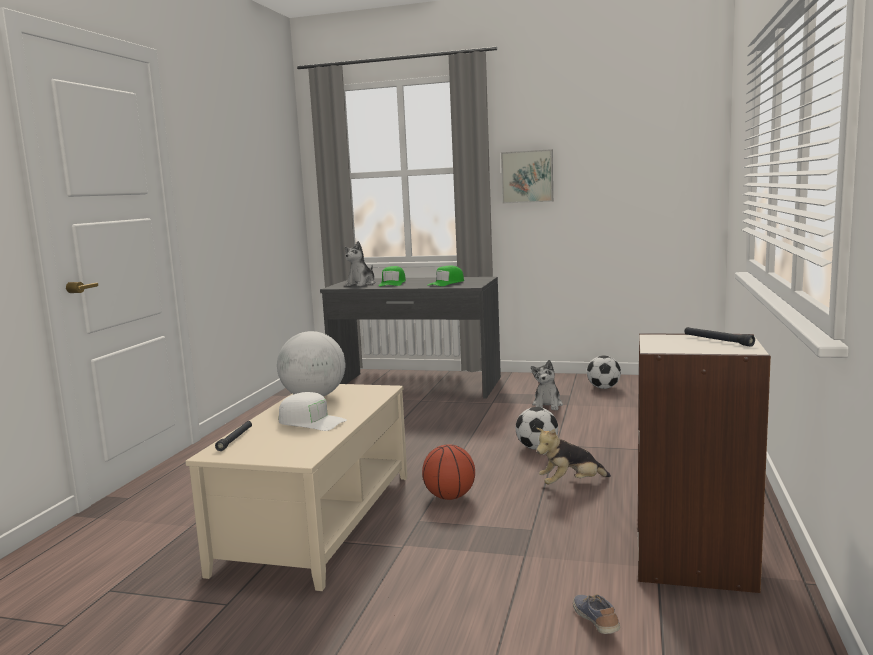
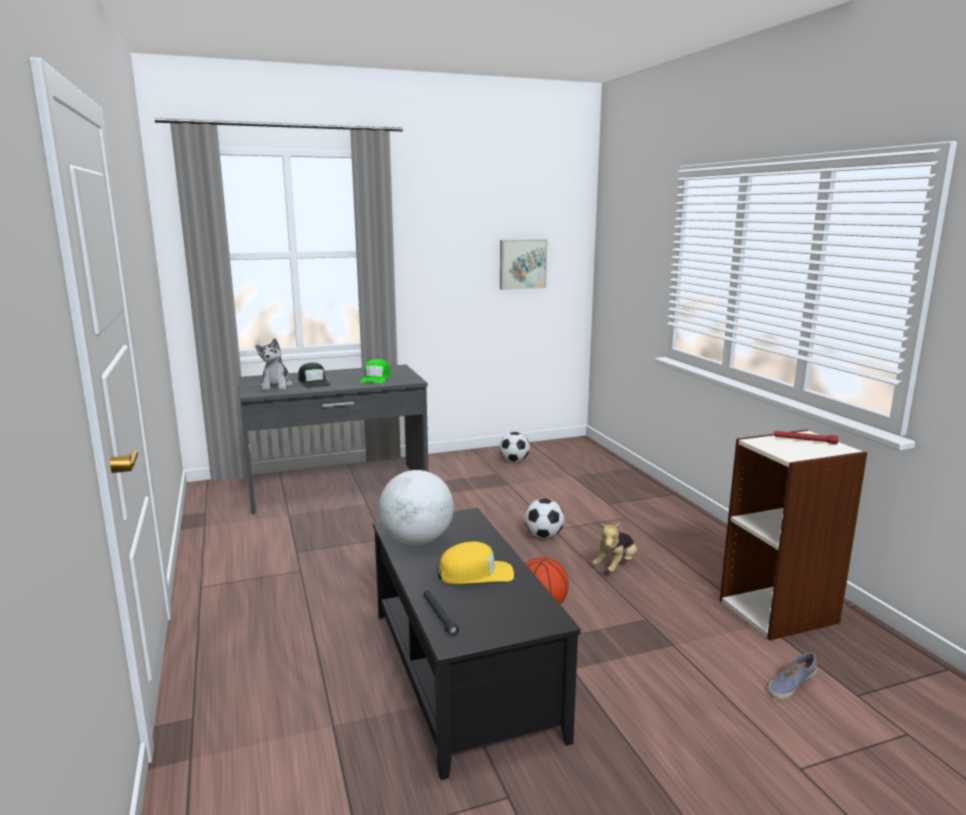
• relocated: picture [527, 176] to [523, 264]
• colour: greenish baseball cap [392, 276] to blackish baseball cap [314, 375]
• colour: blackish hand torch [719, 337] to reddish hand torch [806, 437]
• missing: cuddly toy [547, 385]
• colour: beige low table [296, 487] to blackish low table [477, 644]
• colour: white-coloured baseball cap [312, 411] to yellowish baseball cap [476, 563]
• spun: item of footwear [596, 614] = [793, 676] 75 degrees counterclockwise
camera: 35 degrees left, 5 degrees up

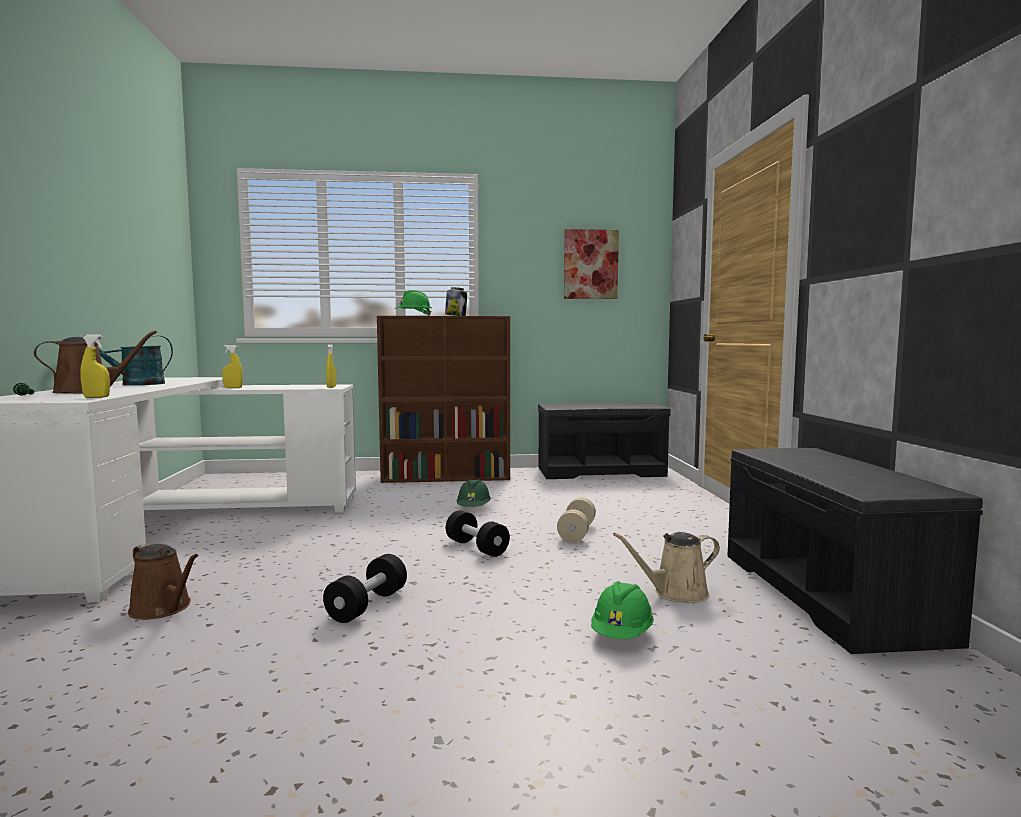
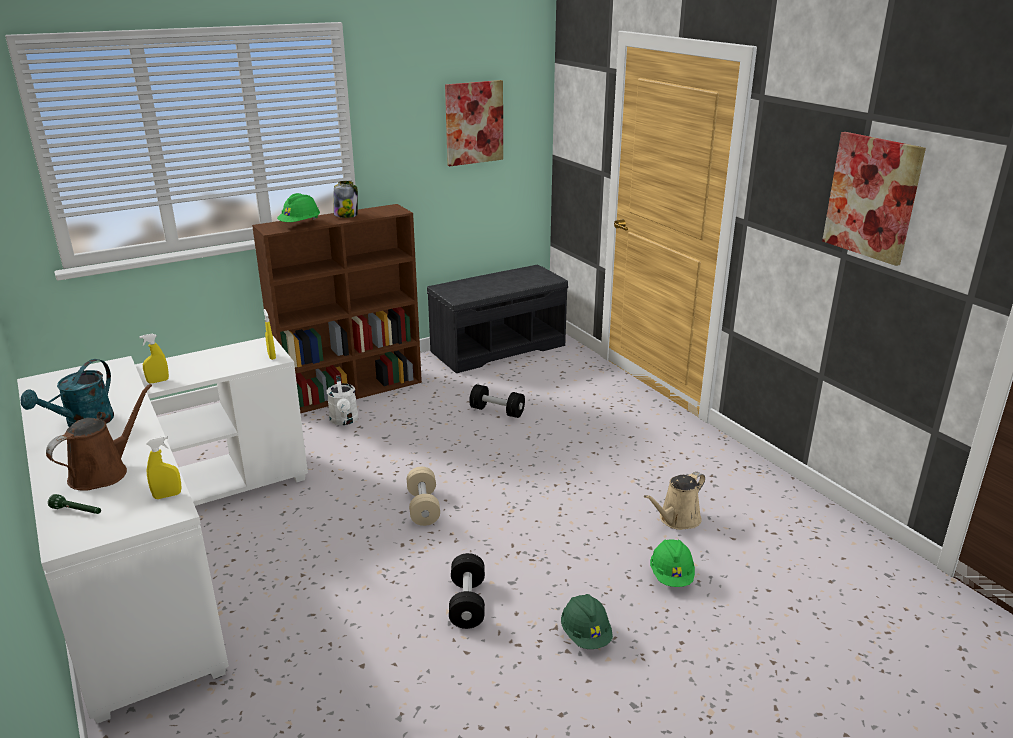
• missing: grey long seat [855, 551]
• relocated: greenish work helmet [474, 493] to [587, 621]
• relocated: beige dumbbell [576, 520] to [423, 496]
• relocated: blackish dumbbell [478, 533] to [497, 401]
• missing: brownish sprinkling can [163, 581]
• appeared: picture [874, 199]
• appeared: white-coloured sprinkling can [342, 400]
camera: 25 degrees left, 20 degrees up

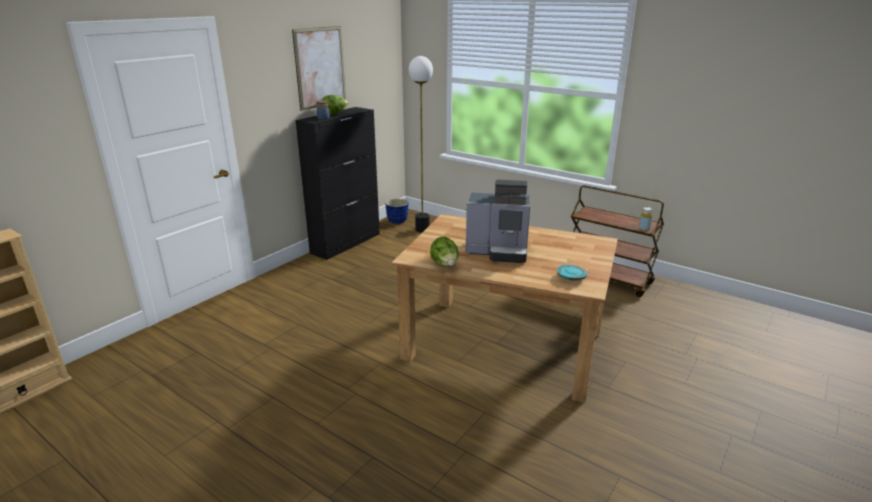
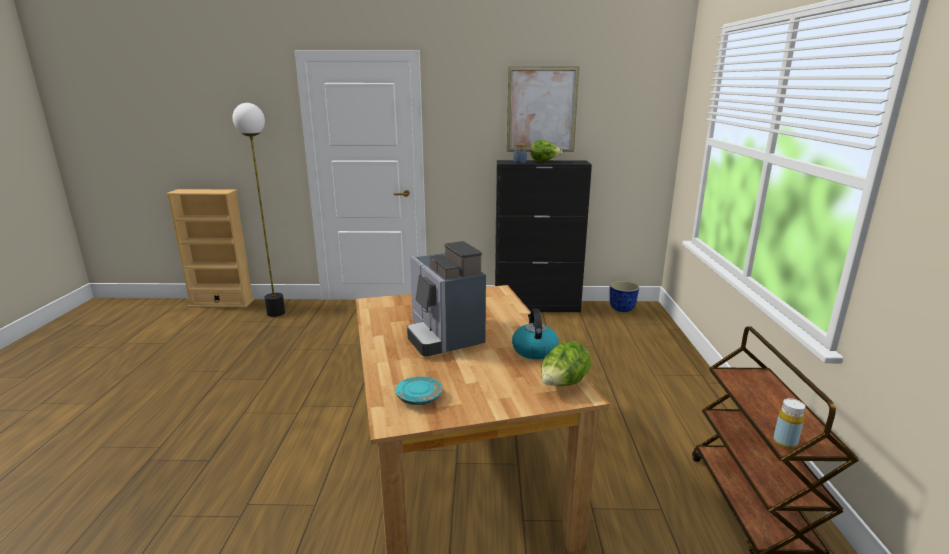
• relocated: floor lamp [421, 144] to [259, 210]
• relocated: lettuce [444, 251] to [566, 363]
• appeared: tea kettle [535, 334]
camera: 55 degrees right, 5 degrees down

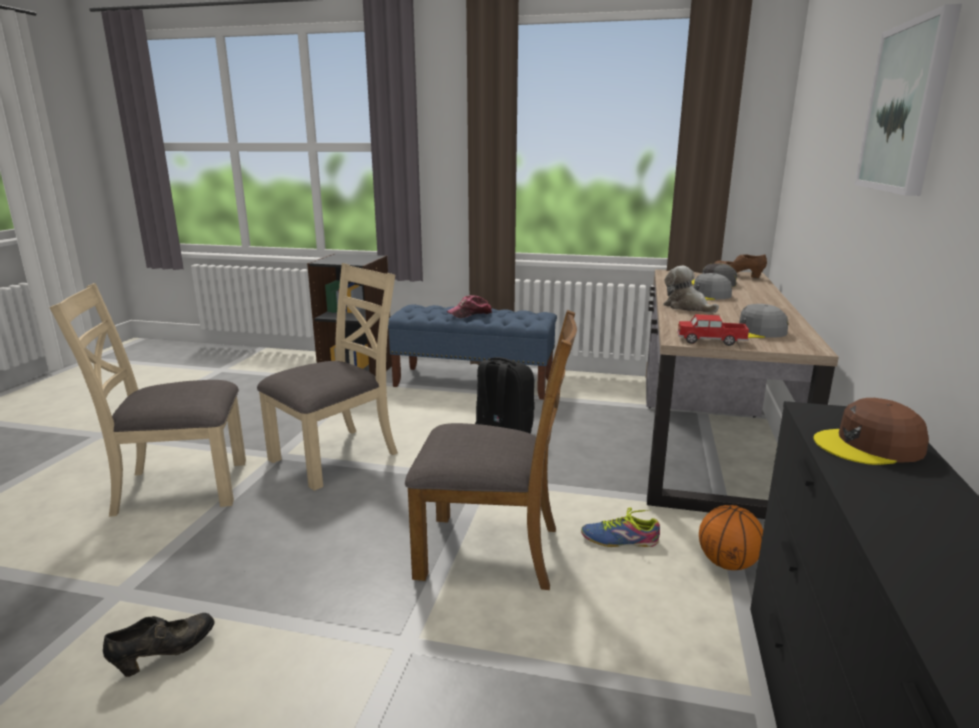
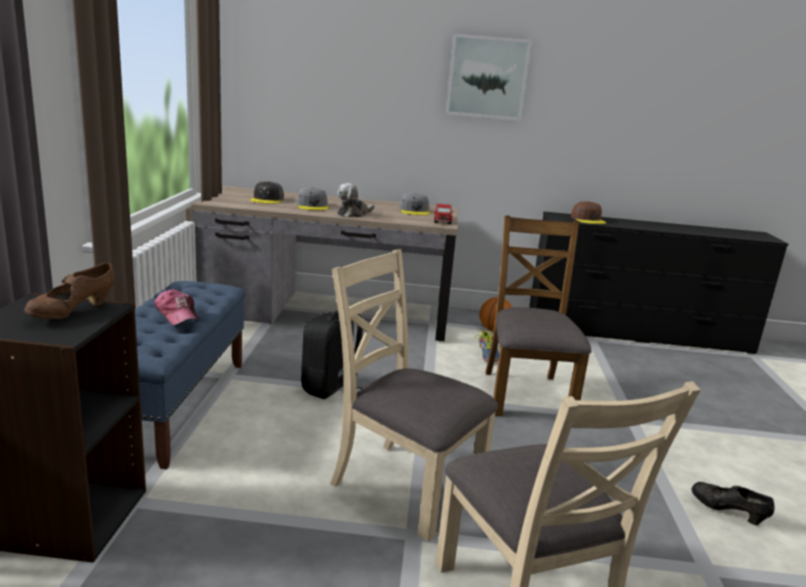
• relocated: brownish item of footwear [740, 266] to [69, 290]
camera: 100 degrees left, 0 degrees up

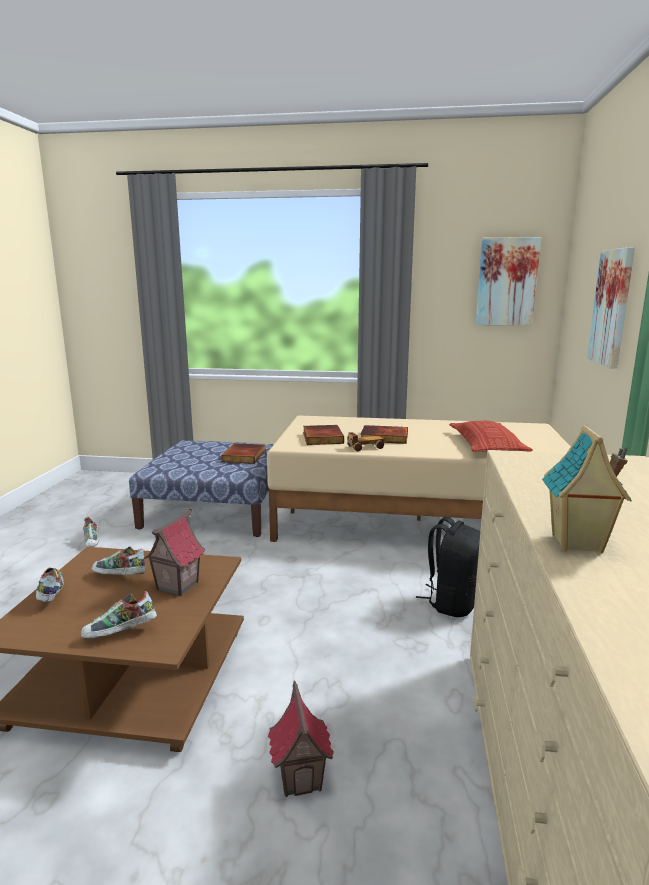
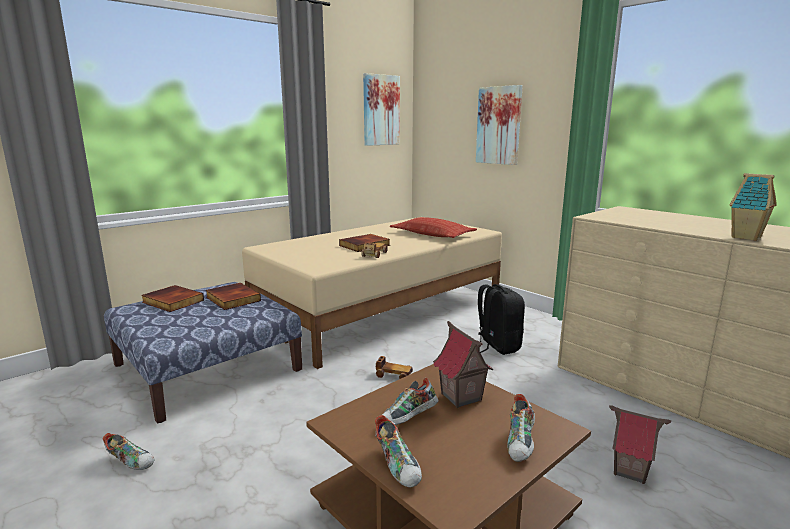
• relocated: bound book [323, 435] to [172, 298]
• spun: item of footwear [50, 584] = [398, 451] 135 degrees counterclockwise
• appeared: miniature car [394, 367]
camera: 50 degrees left, 0 degrees up

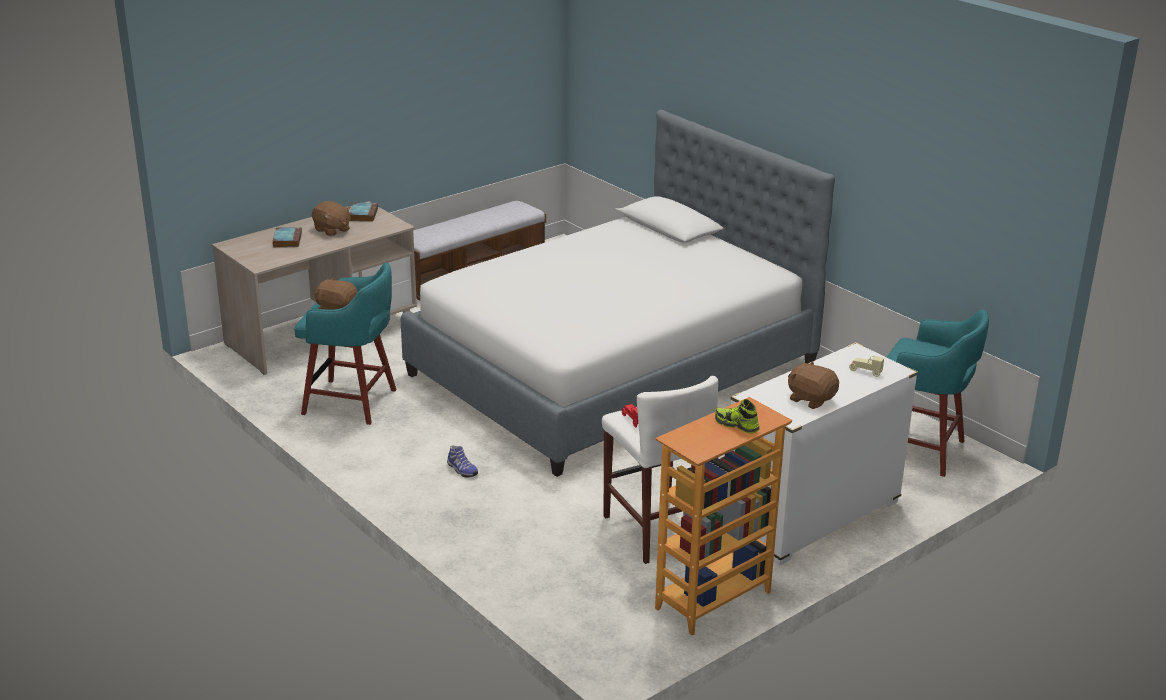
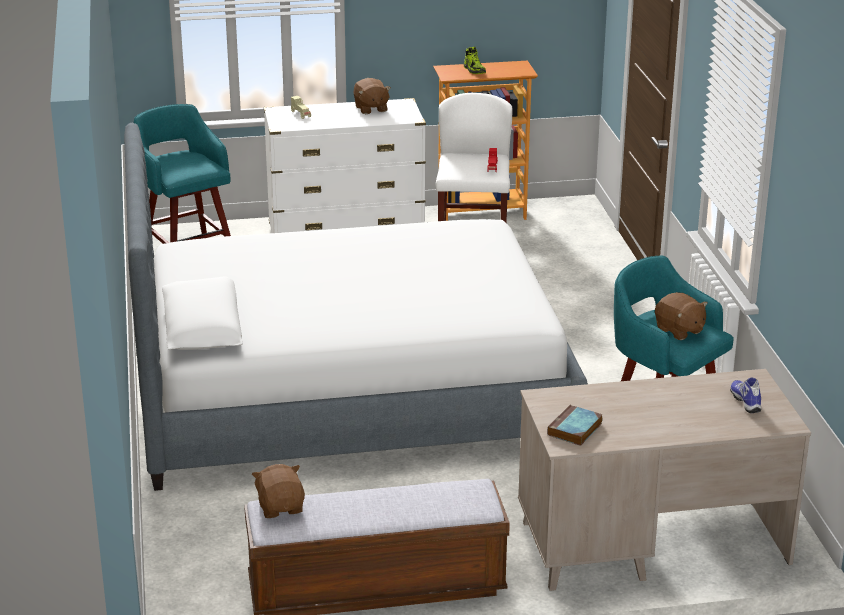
• relocated: brownish cuddly toy [331, 218] to [278, 491]
• missing: bound book [287, 237]
• relocated: item of footwear [462, 461] to [745, 395]
camera: 150 degrees left, 0 degrees up

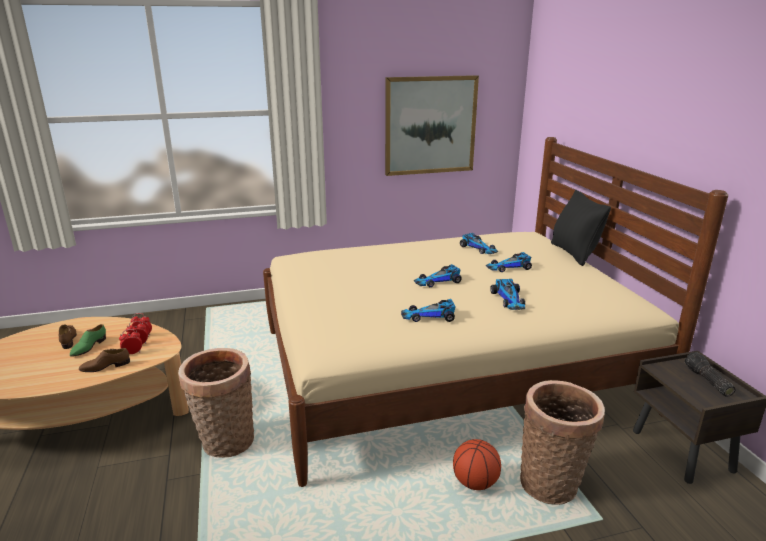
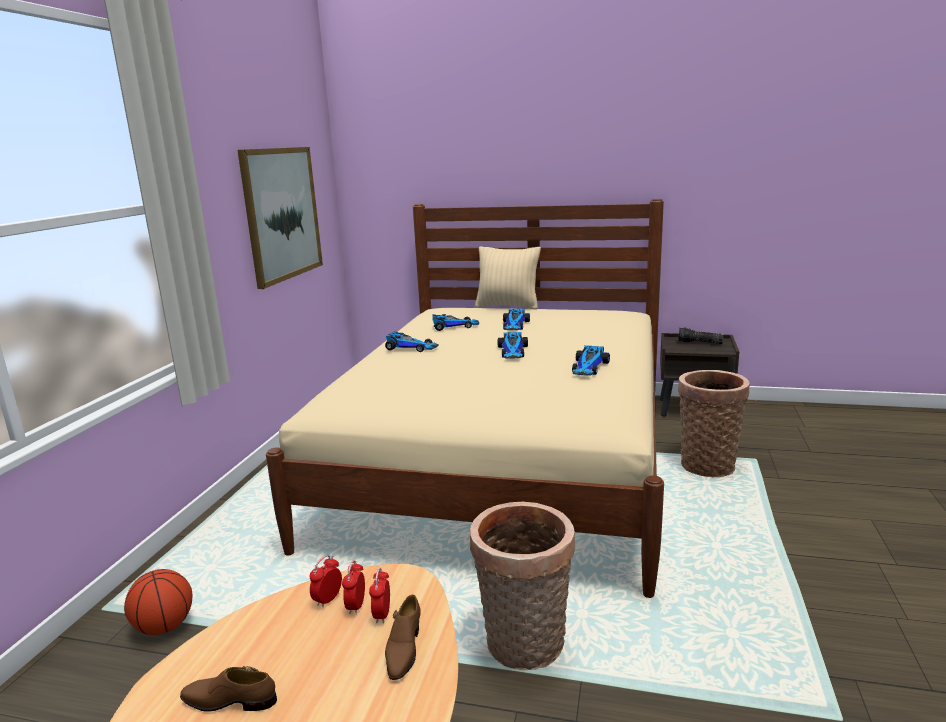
• colour: blackish throw pillow [581, 228] to beige throw pillow [508, 278]
• relocated: miniature car [507, 294] to [412, 341]
• missing: greenish item of footwear [88, 340]
• relocated: basketball [477, 464] to [158, 602]
camera: 60 degrees left, 5 degrees down

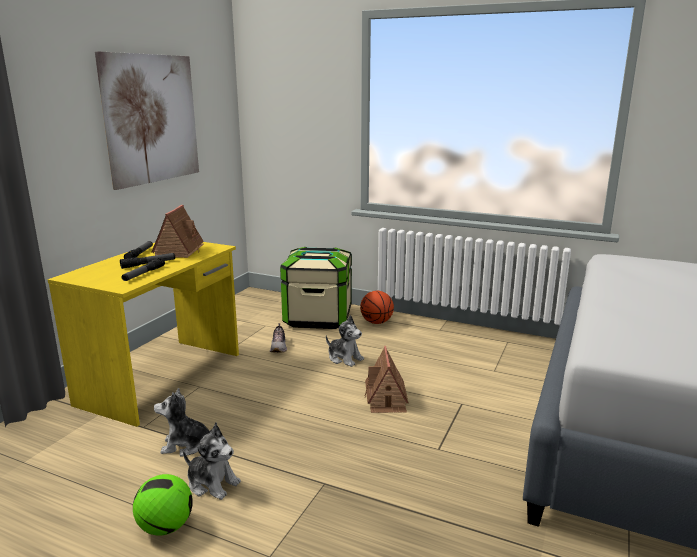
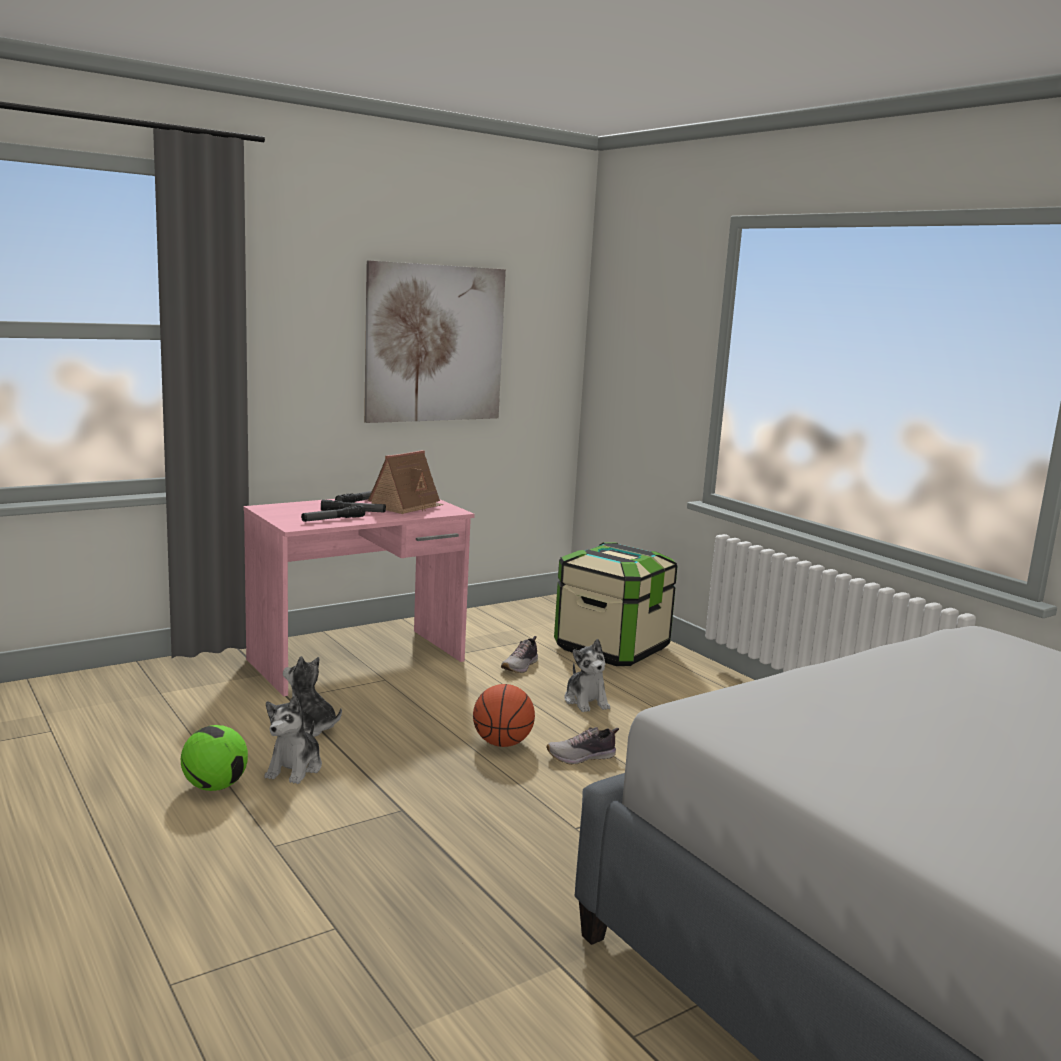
• colour: yellowish desk [143, 334] to pink-coloured desk [359, 597]
• relocated: basketball [377, 307] to [504, 715]
• exchanged: toy house [387, 379] to item of footwear [583, 746]
• spun: cuddly toy [212, 462] = [293, 740] 45 degrees clockwise
camera: 30 degrees right, 5 degrees down

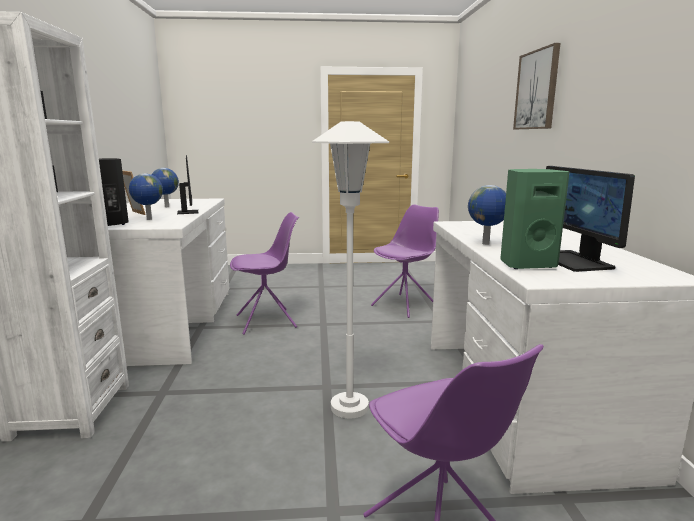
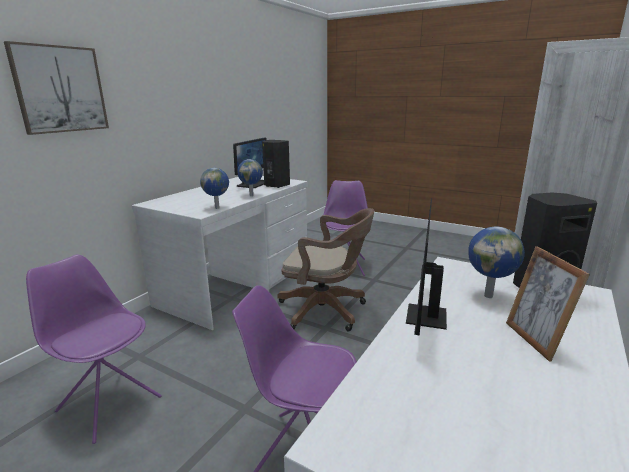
• exchanged: white-coloured floor lamp [350, 270] to brownish office chair [325, 269]
• relocated: globe [165, 187] to [214, 188]
• colour: greenish loudspeaker [535, 219] to blackish loudspeaker [276, 164]
• spun: purple chair [405, 261] = [94, 349] 45 degrees clockwise
camera: 145 degrees left, 5 degrees up

